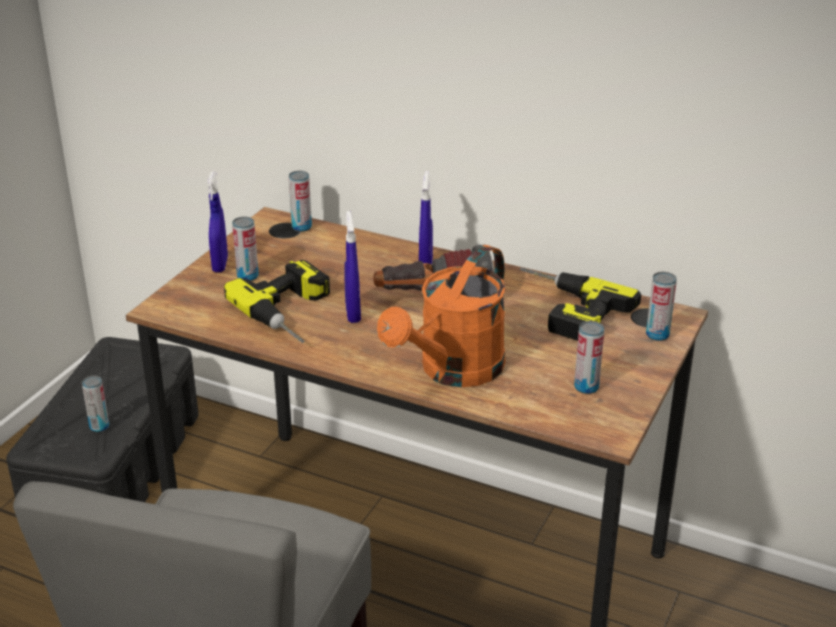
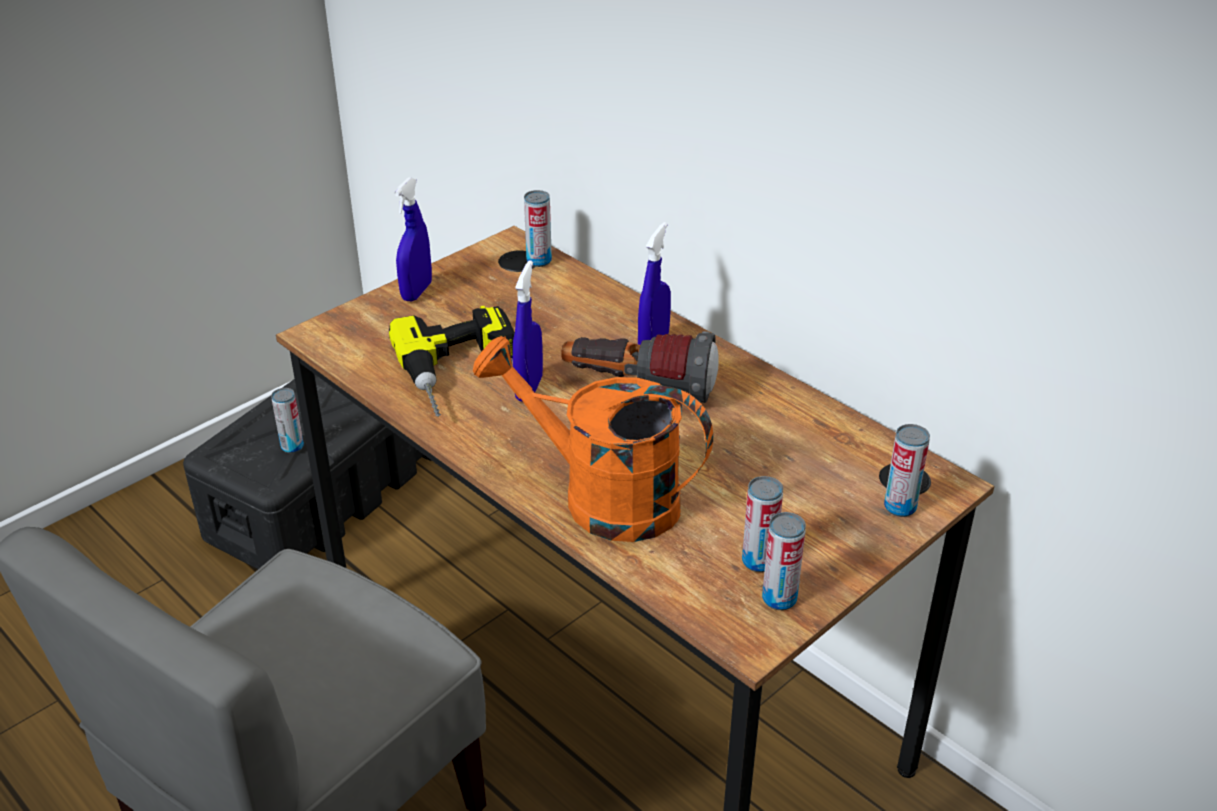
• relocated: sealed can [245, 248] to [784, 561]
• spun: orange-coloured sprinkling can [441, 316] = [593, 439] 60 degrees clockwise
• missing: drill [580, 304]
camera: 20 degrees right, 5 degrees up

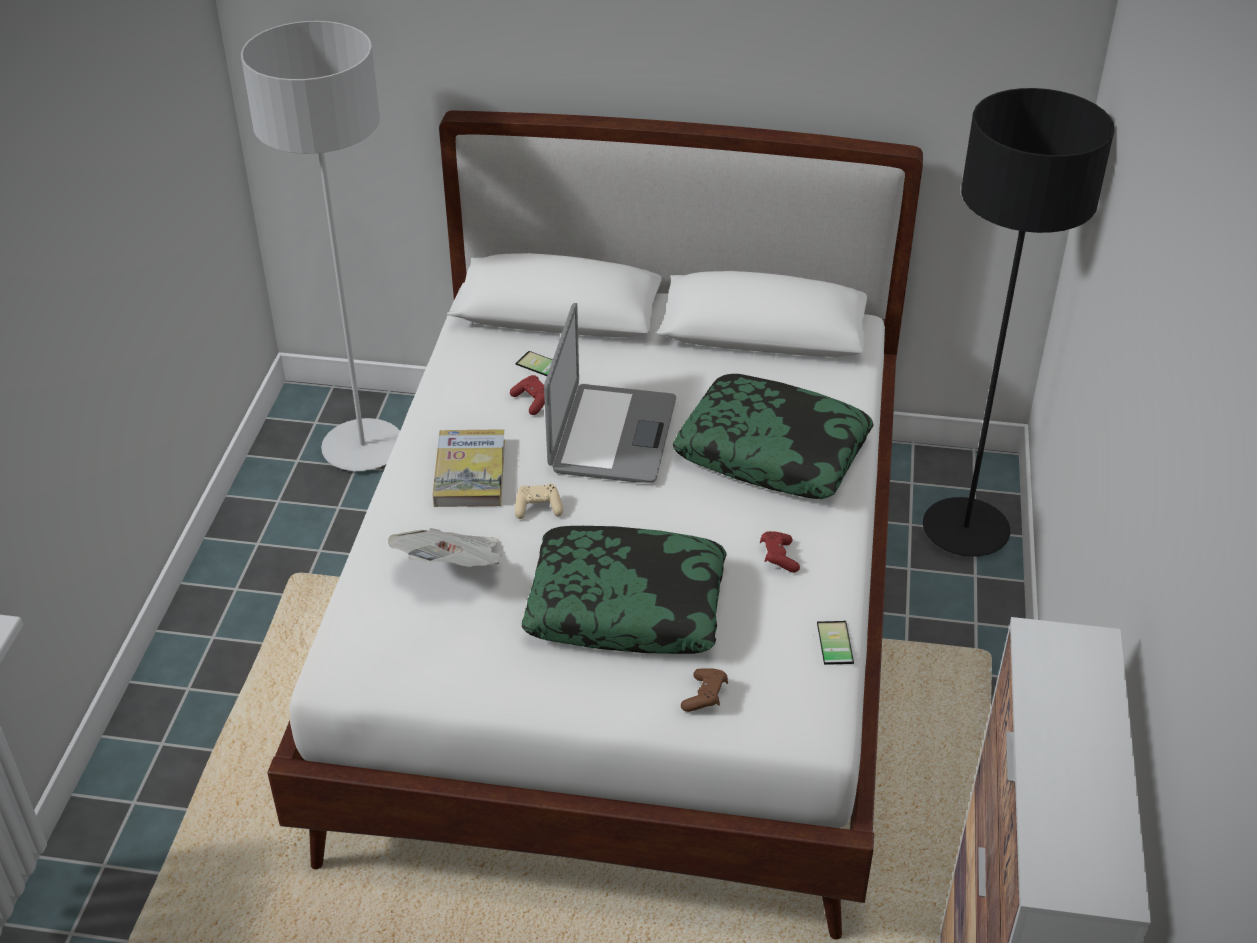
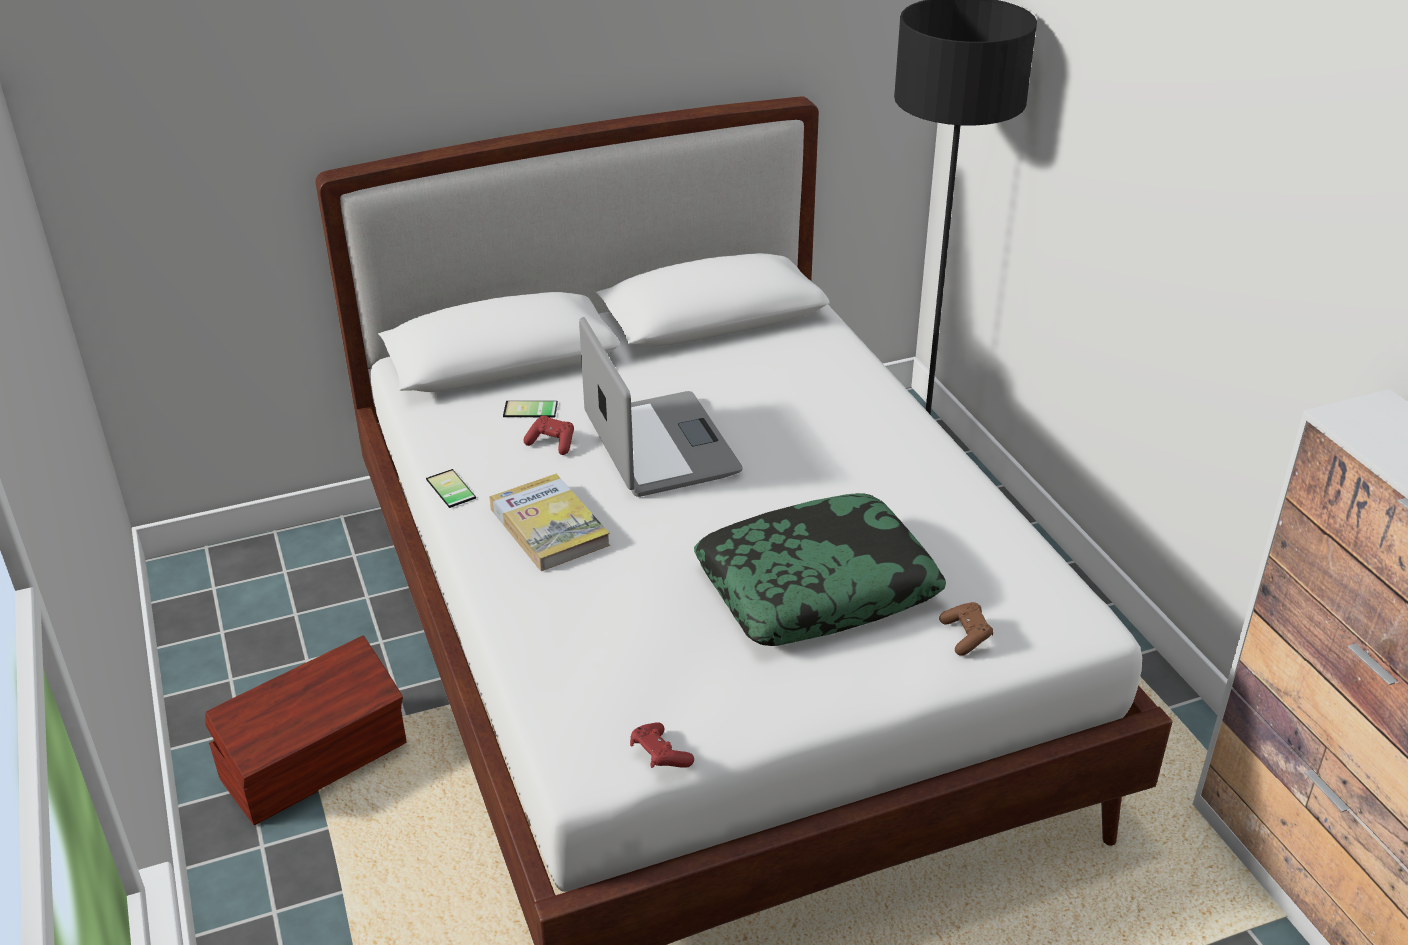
• missing: grey floor lamp [320, 246]
• missing: throw pillow [773, 436]
• missing: beige gamepad [539, 501]
• missing: printed paper [445, 547]
• relocated: reddish gamepad [780, 552] to [662, 745]
• relocated: handset [835, 643] to [451, 488]
• appeared: brownish storage box [306, 730]
camera: 30 degrees left, 5 degrees down

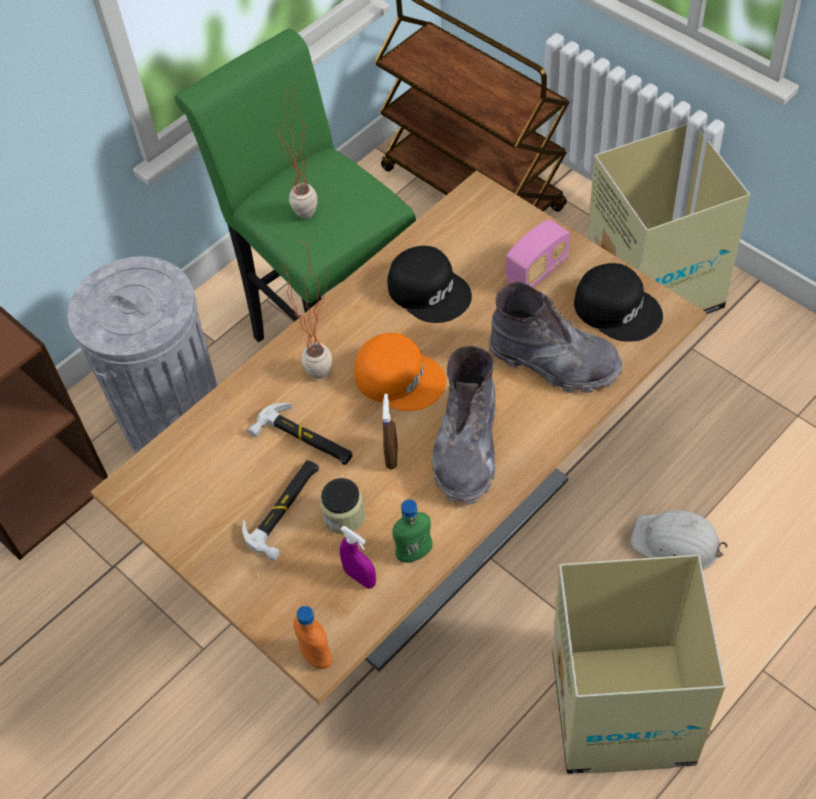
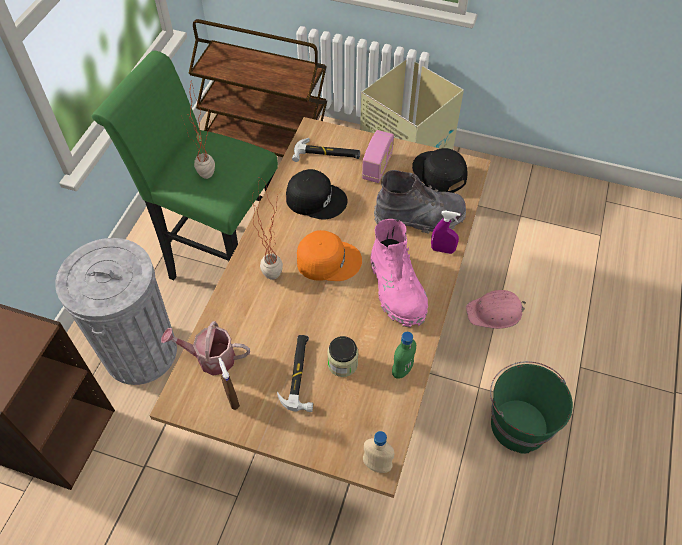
• spun: blackish baseball cap [618, 302] = [440, 170] 135 degrees counterclockwise
• colour: grey high-top boot [464, 425] to pink-coloured high-top boot [399, 273]
• relocated: brownish hand sprayer [390, 432] to [229, 383]
• relocated: hammer [300, 434] to [326, 150]
• colour: white-coloured work helmet [679, 540] to pink-coloured work helmet [496, 309]
• relocated: purple hand sprayer [358, 557] to [446, 232]
• exchanged: packing box [639, 664] to greenish water bucket [531, 407]
• colour: orange-coloured drink bottle [312, 637] to beige drink bottle [378, 452]
• appeared: sprinkling can [205, 348]
camera: 30 degrees left, 0 degrees up

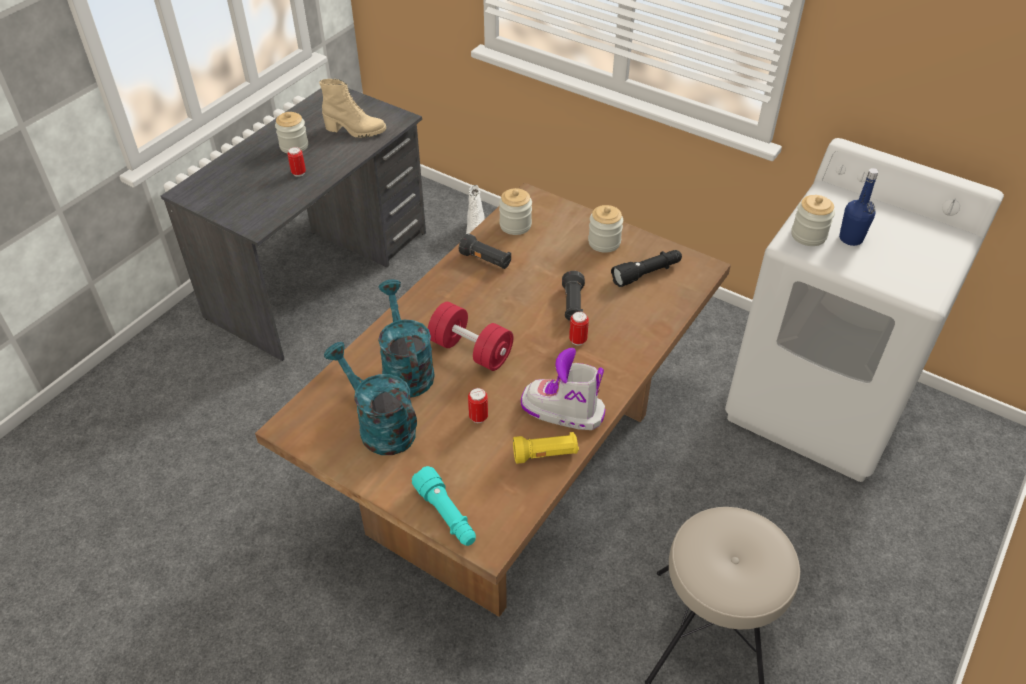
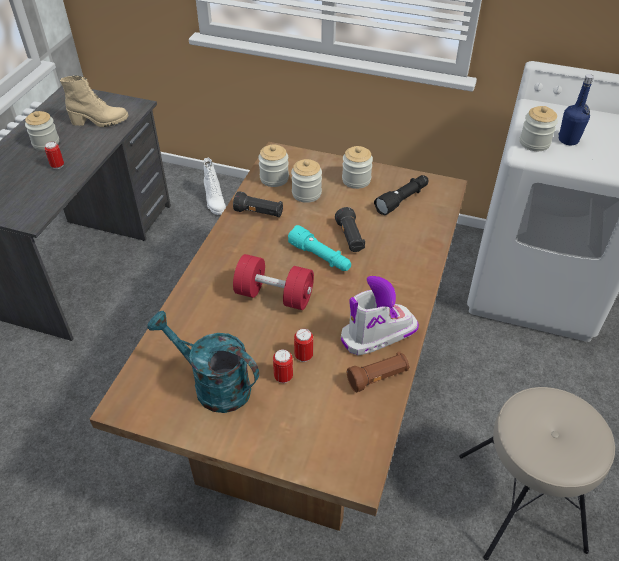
• missing: turquoise-coloured sprinkling can [406, 338]
• relocated: sealed can [579, 328] to [283, 366]
• spun: high-top boot [563, 389] = [380, 316] 150 degrees clockwise
• colour: yellowish hand torch [546, 448] to brownish hand torch [378, 372]
• relocated: turquoise-coloured hand torch [444, 506] to [319, 248]
• appeared: storage jar [306, 181]
camera: 15 degrees left, 0 degrees up

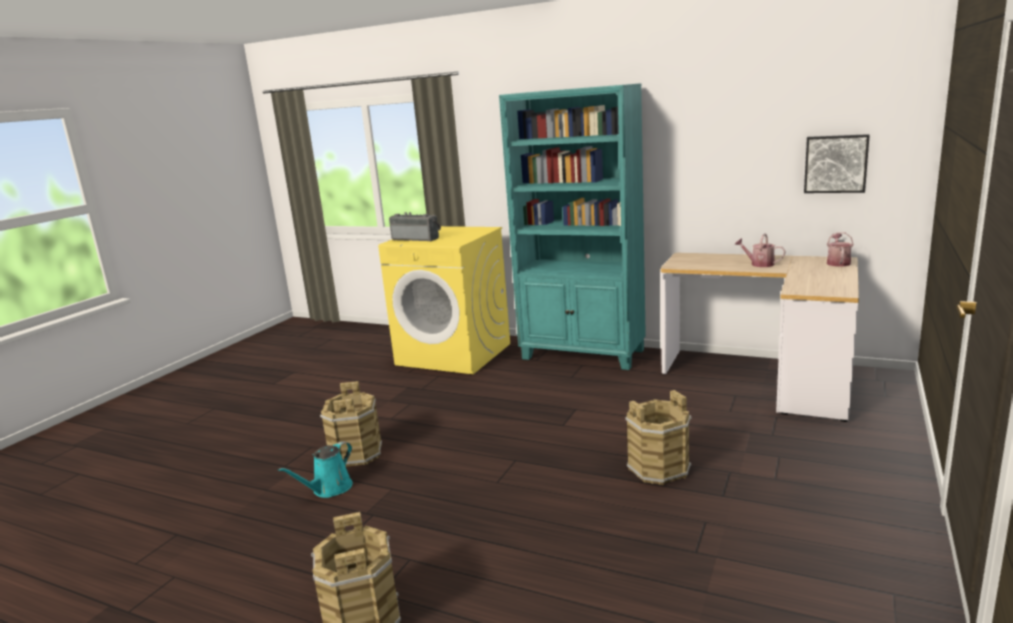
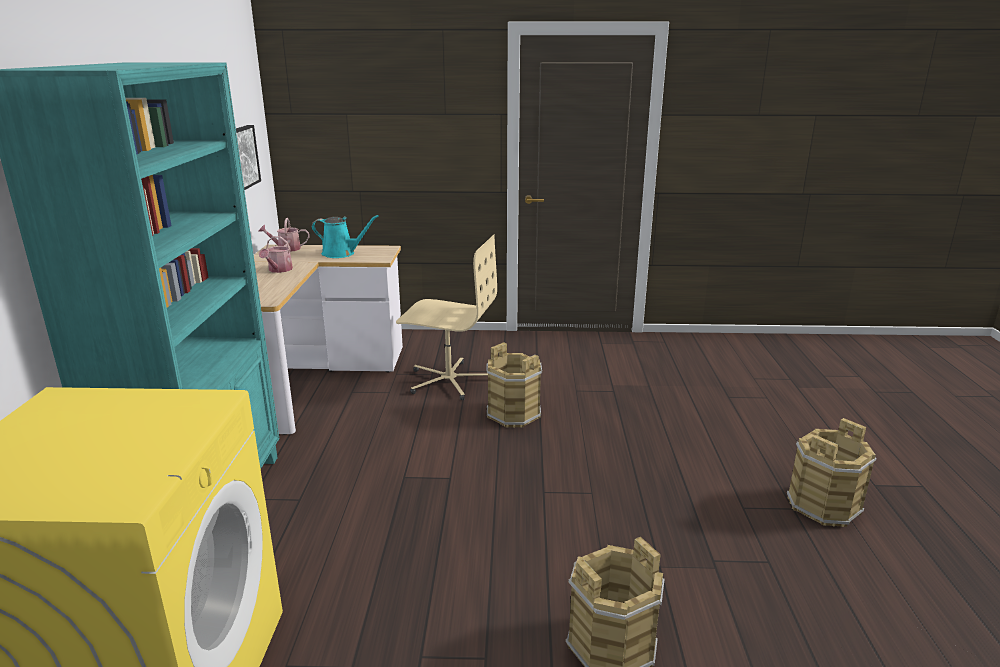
• missing: radio set [415, 227]
• relocated: turquoise-coloured sprinkling can [315, 469] to [345, 236]
• appeared: beige office chair [446, 317]
camera: 115 degrees left, 5 degrees up

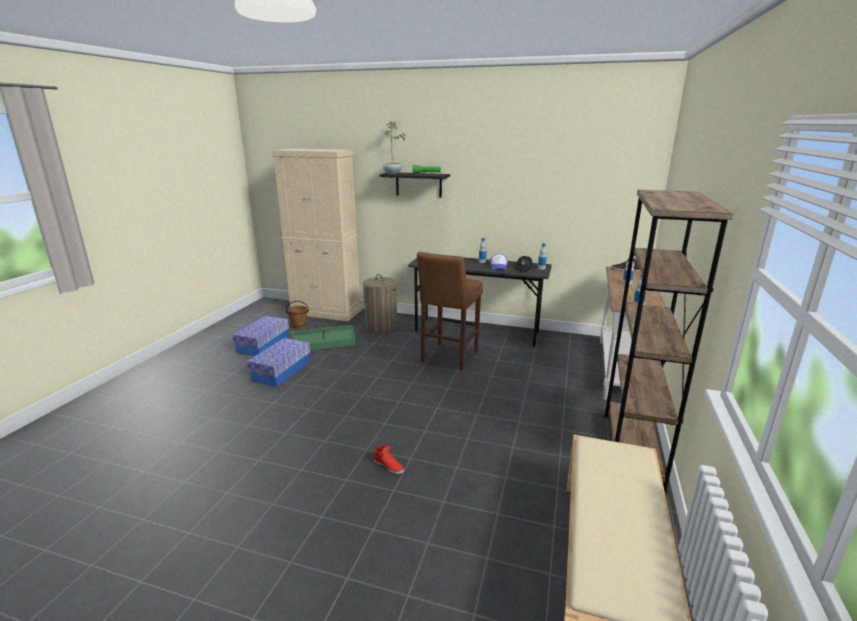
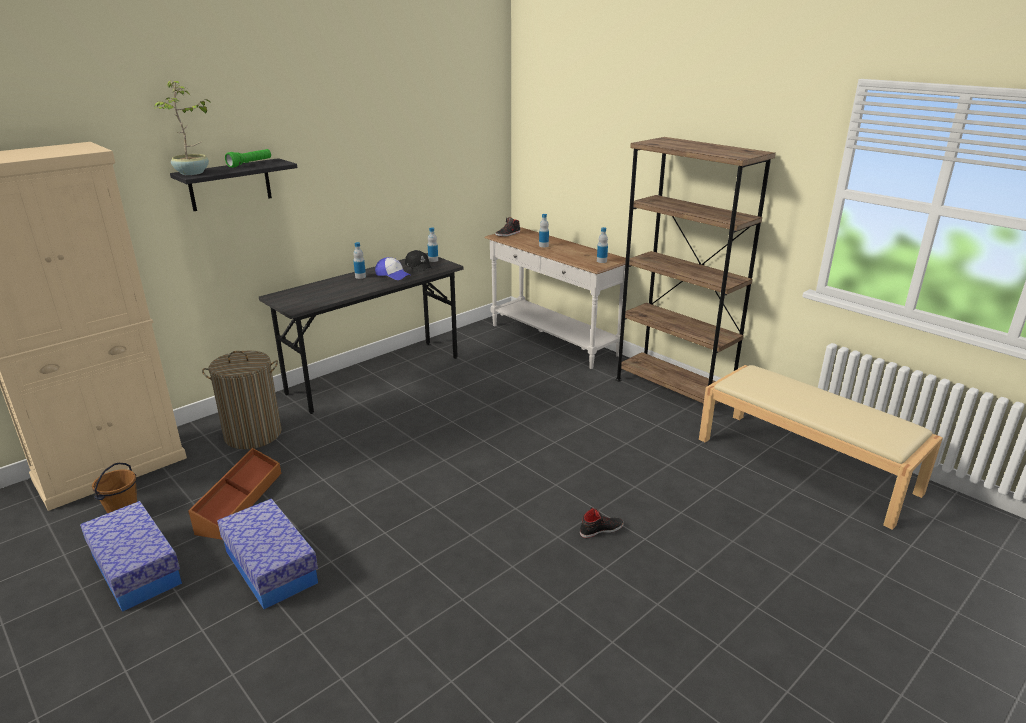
• missing: brownish stool [450, 311]
• colour: greenish storage box [323, 338] to brownish storage box [234, 494]
• colour: reddish item of footwear [388, 459] to blackish item of footwear [602, 522]
camera: 60 degrees left, 5 degrees up

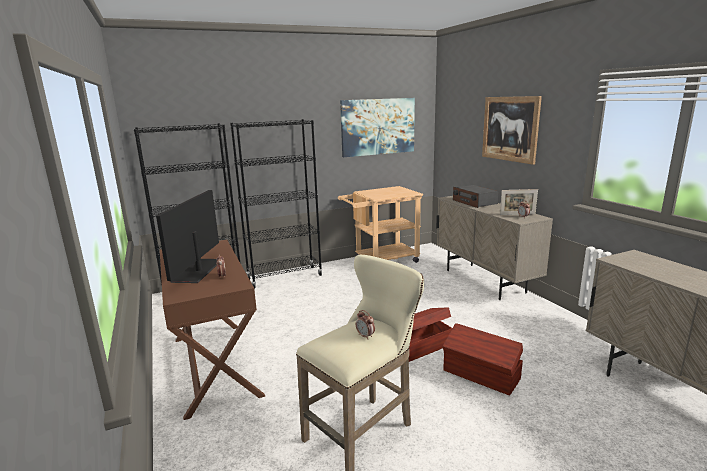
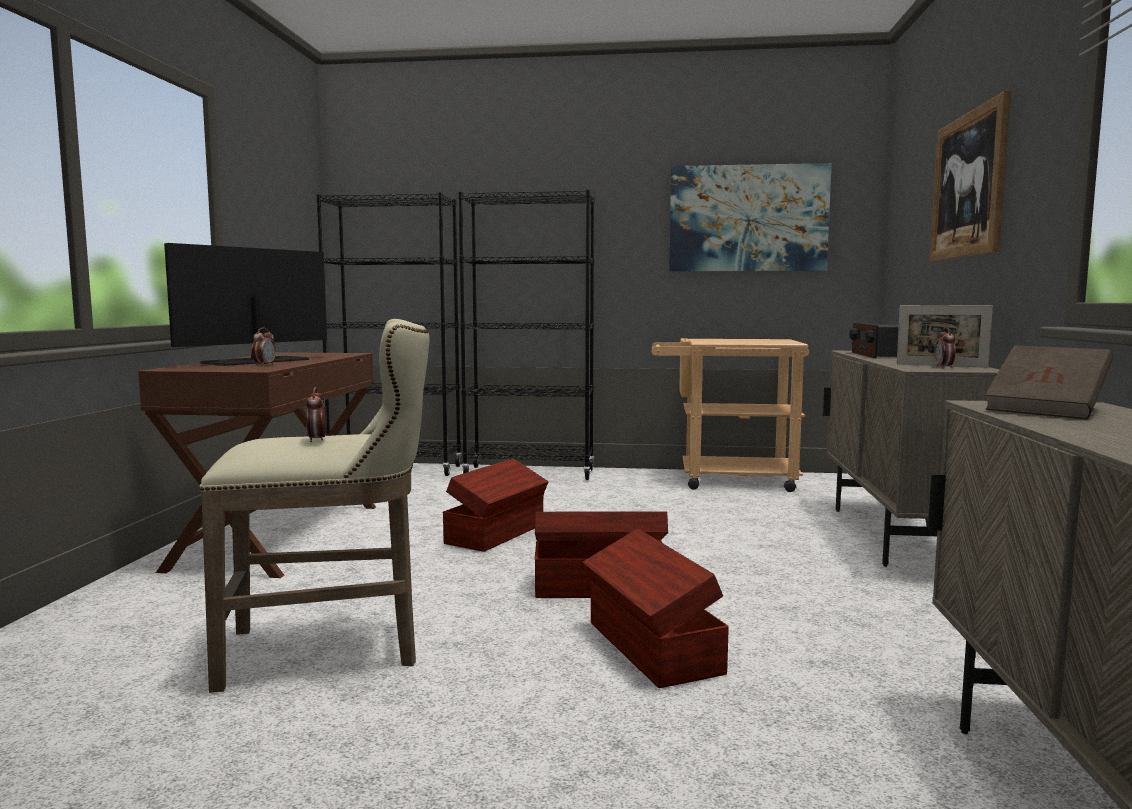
• appeared: brownish bound book [1049, 382]
• appeared: brownish storage box [496, 505]
camera: 30 degrees right, 10 degrees down

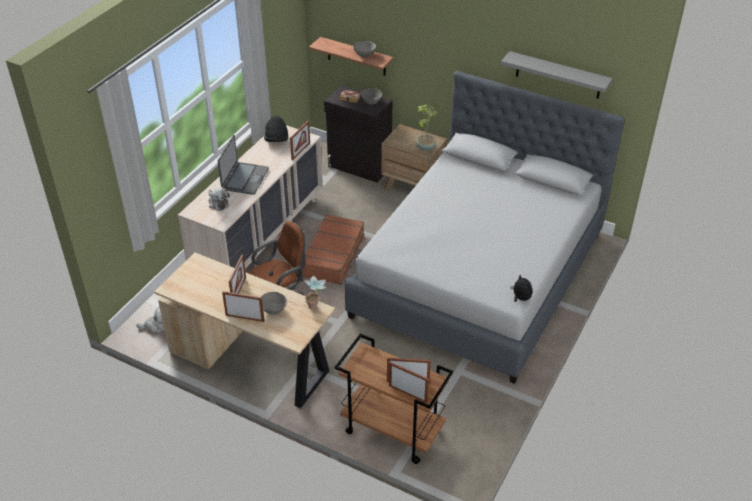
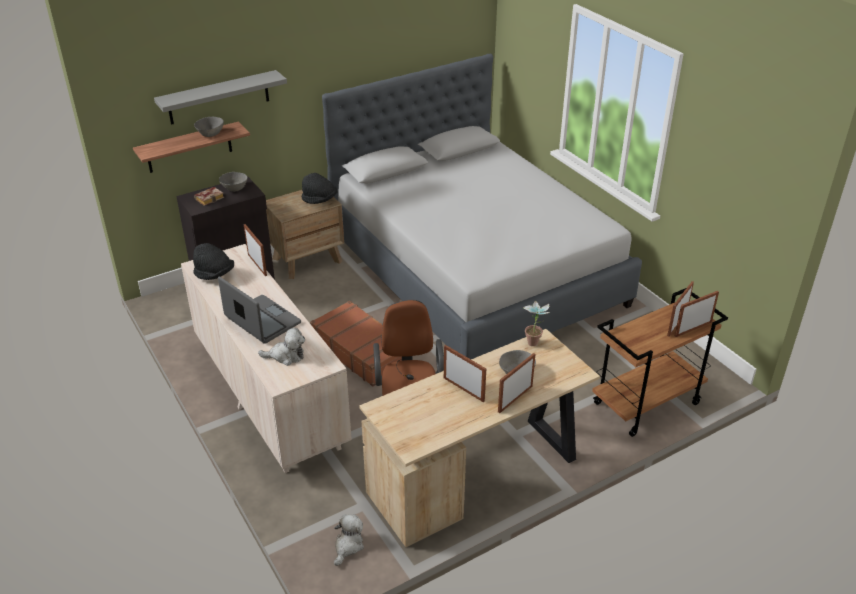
• relocated: grey wall shelf [557, 75] to [220, 97]
• exchanged: plant in a pot [426, 128] to blackish wearable hat [320, 188]
• missing: cuddly toy [521, 288]
camera: 60 degrees left, 5 degrees down

